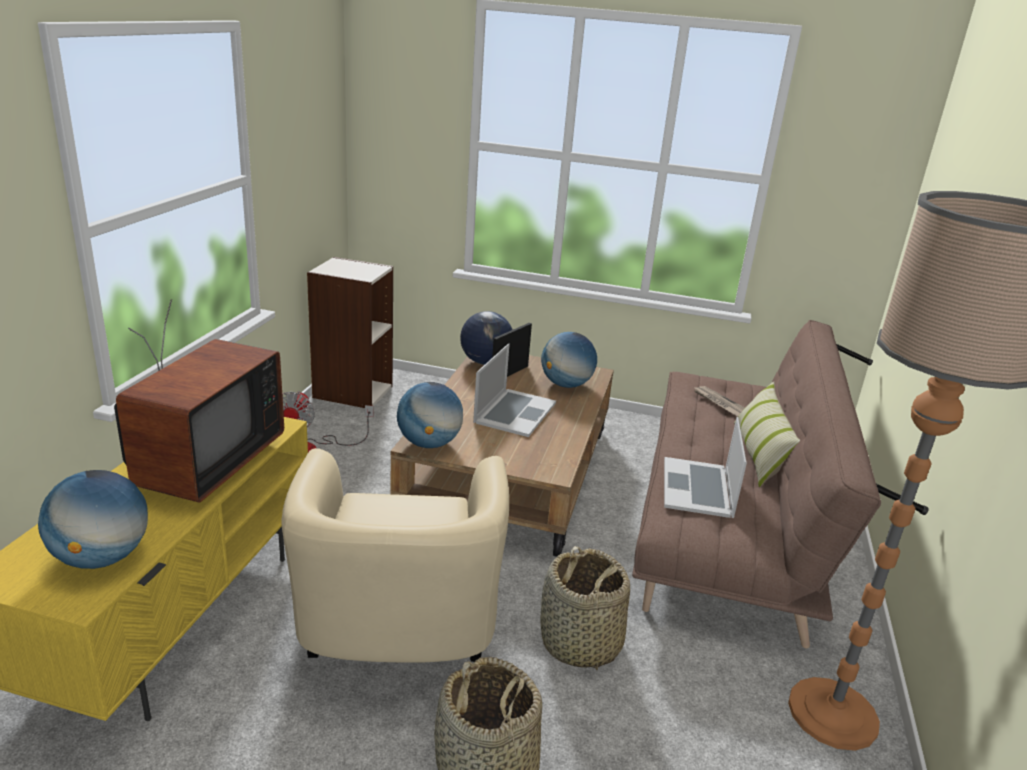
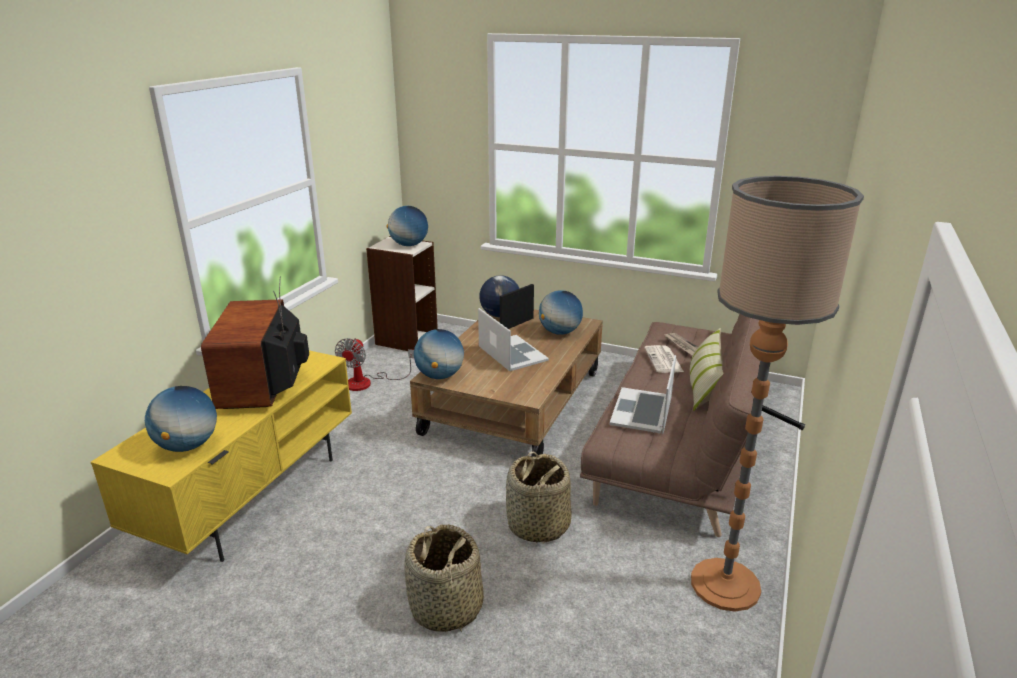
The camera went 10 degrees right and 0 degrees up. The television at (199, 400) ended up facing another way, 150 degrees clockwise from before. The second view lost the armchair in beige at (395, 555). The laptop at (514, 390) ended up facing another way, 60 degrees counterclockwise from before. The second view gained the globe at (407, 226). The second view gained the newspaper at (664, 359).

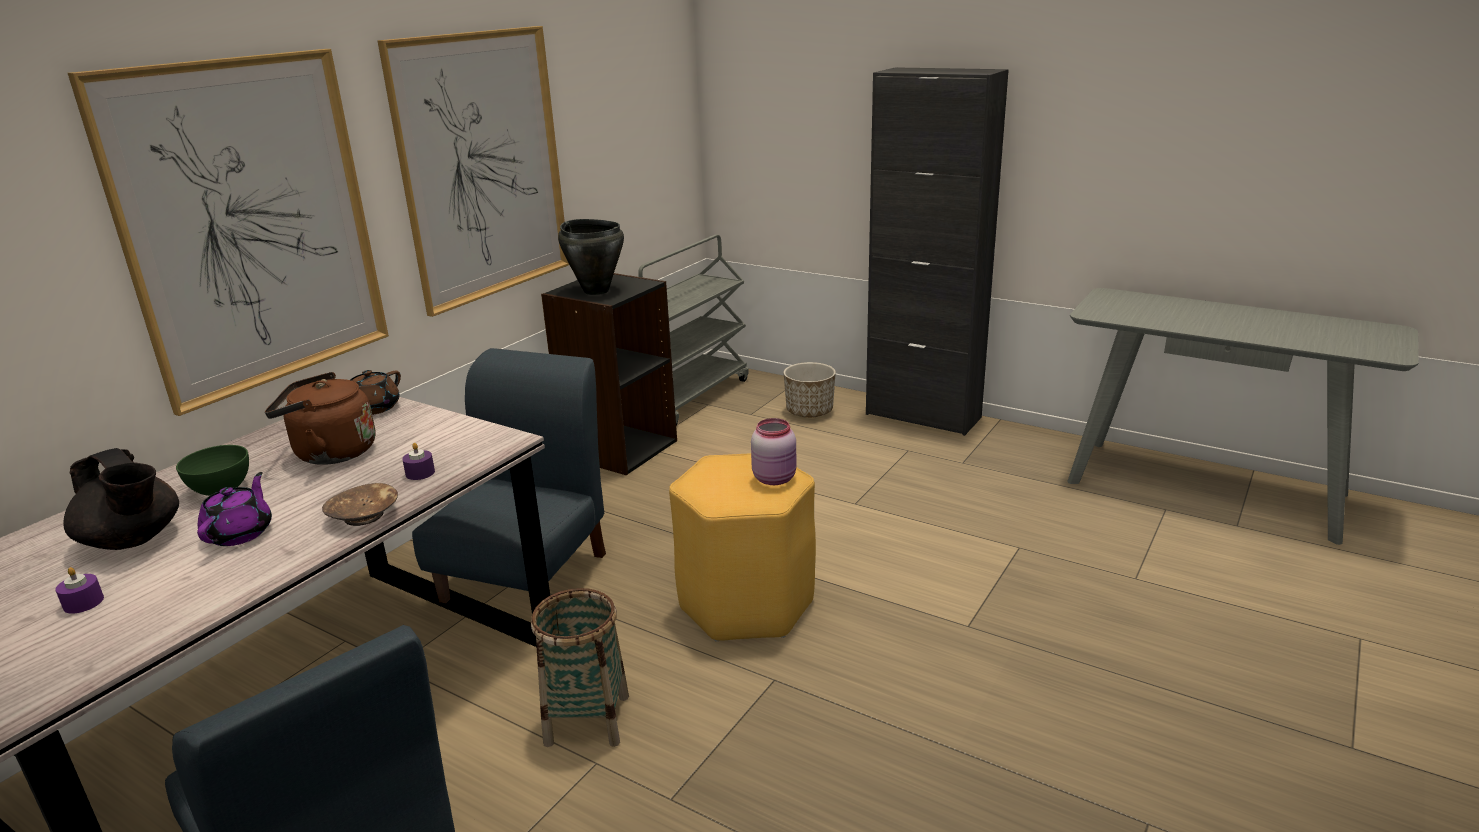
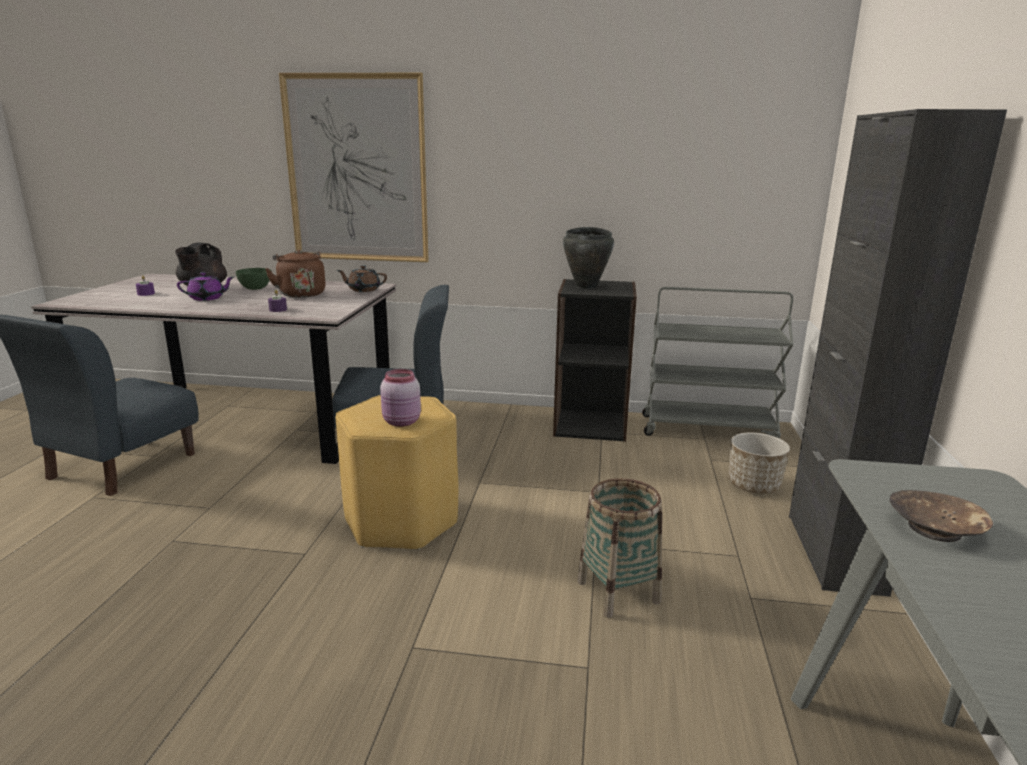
The camera went 65 degrees right and 5 degrees down. The bowl in brown ended up elsewhere, having gone from (360, 504) to (941, 516). The second view lost the picture at (473, 171). The basket ended up elsewhere, having gone from (580, 667) to (619, 548).

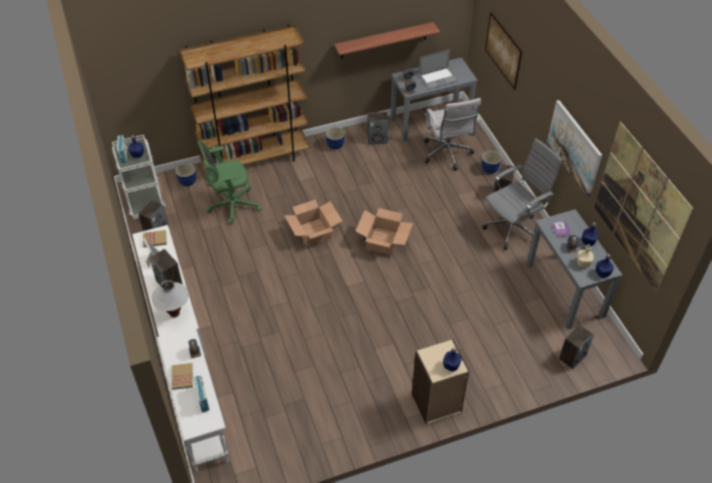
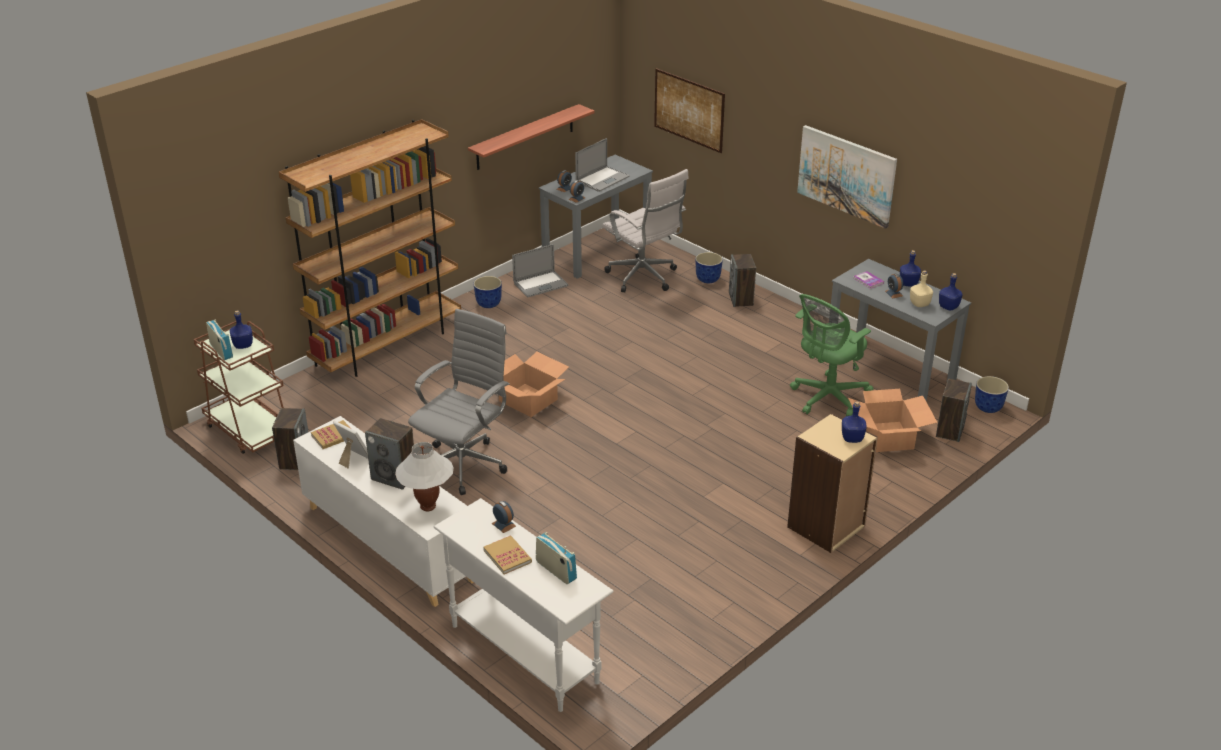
The camera went 25 degrees left and 15 degrees down. What was the cart in white at (138, 177) turned into the cart in brown at (238, 387). The planter ended up elsewhere, having gone from (185, 174) to (992, 394). The office chair in green ended up elsewhere, having gone from (230, 182) to (832, 355). The cardboard box ended up elsewhere, having gone from (384, 231) to (893, 420). Where the speaker stood at (377, 128), the laptop came to stand at (540, 270). The office chair in grey ended up elsewhere, having gone from (522, 194) to (459, 402). The second view lost the picture at (644, 206).

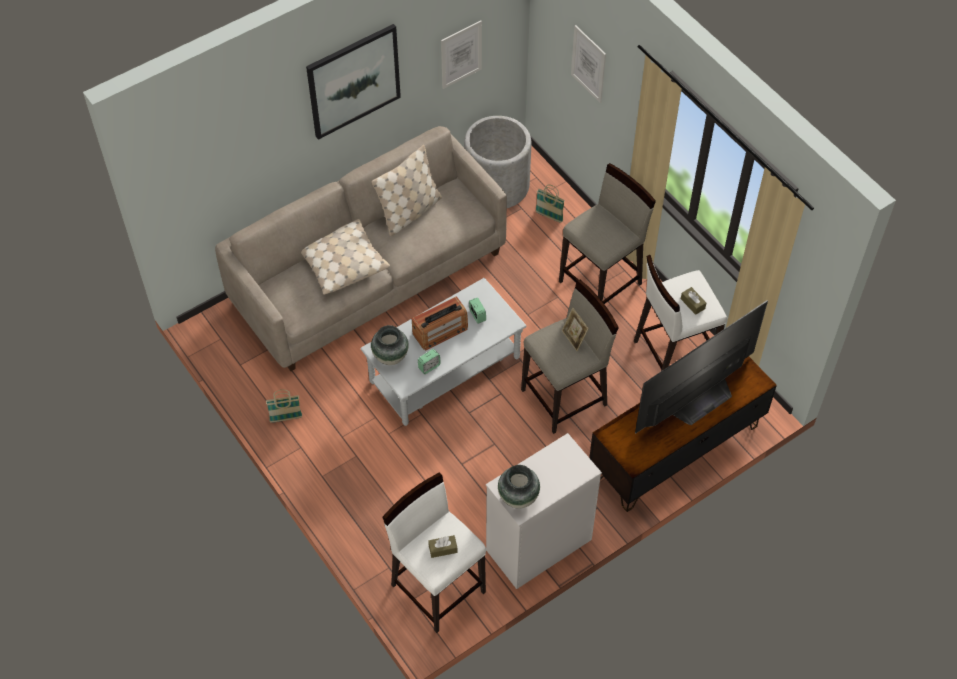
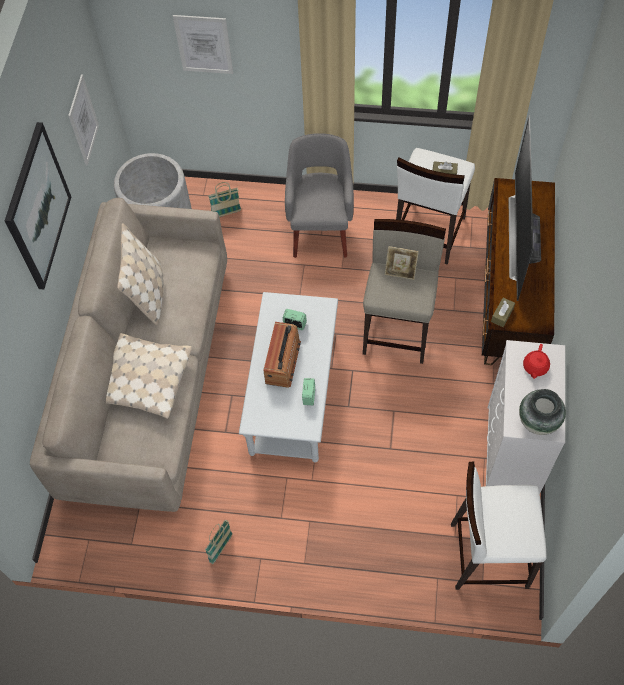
The camera went 45 degrees left and 5 degrees up. The second view lost the vase at (390, 345). The tissue box in brown ended up elsewhere, having gone from (443, 546) to (503, 312). Where the stool in beige stood at (607, 233), the armchair in grey came to stand at (319, 195). The second view gained the teapot in red at (536, 361).

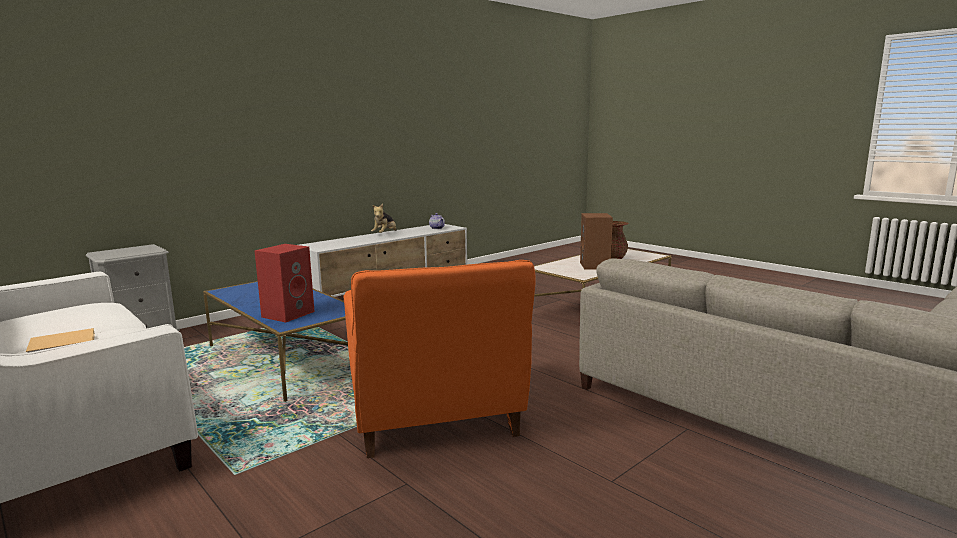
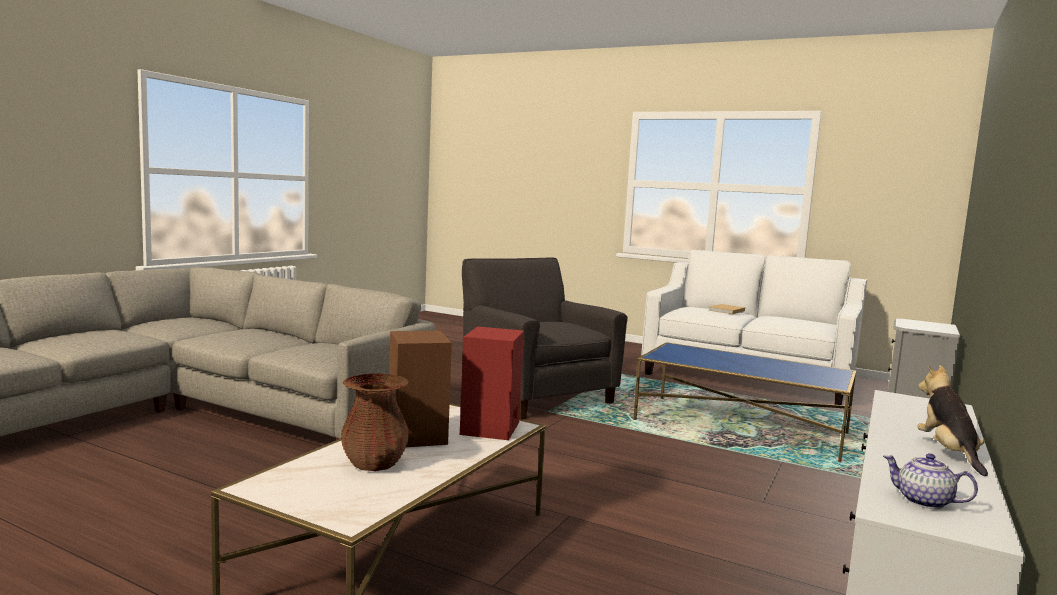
The camera went 160 degrees right and 5 degrees down. The speaker in red ended up elsewhere, having gone from (285, 283) to (492, 383). What was the armchair in orange at (439, 359) turned into the armchair in grey at (545, 338).

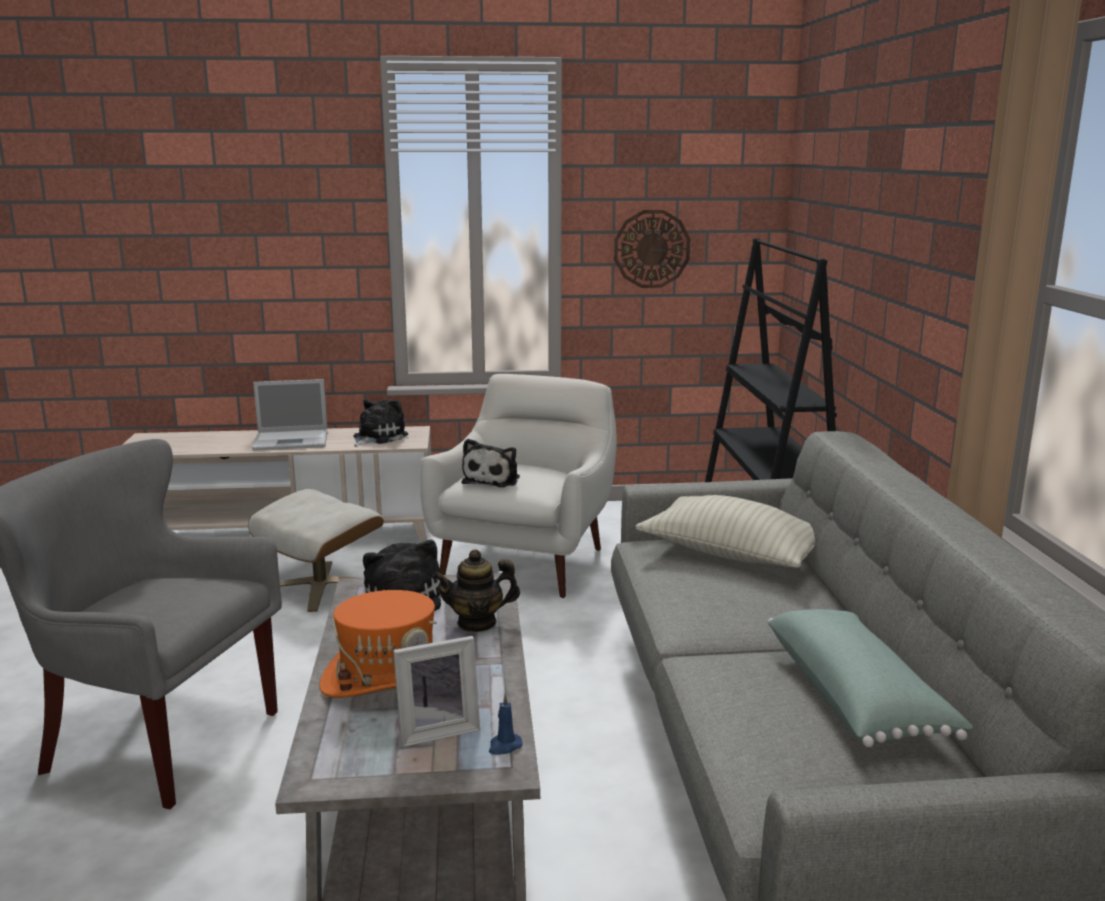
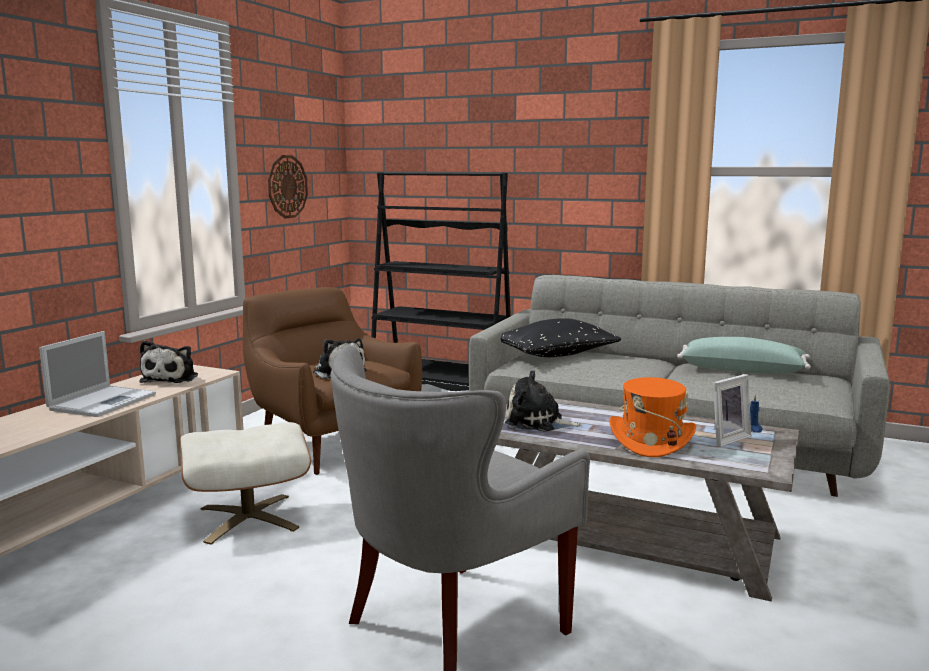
The camera went 60 degrees left and 5 degrees down. The plush toy at (380, 423) ended up facing another way, 150 degrees counterclockwise from before. The picture frame at (436, 691) ended up facing another way, 45 degrees clockwise from before. What was the armchair in white at (518, 486) turned into the armchair in brown at (332, 381). The second view lost the teapot at (476, 590). What was the pillow in beige at (725, 531) turned into the pillow in black at (561, 337).

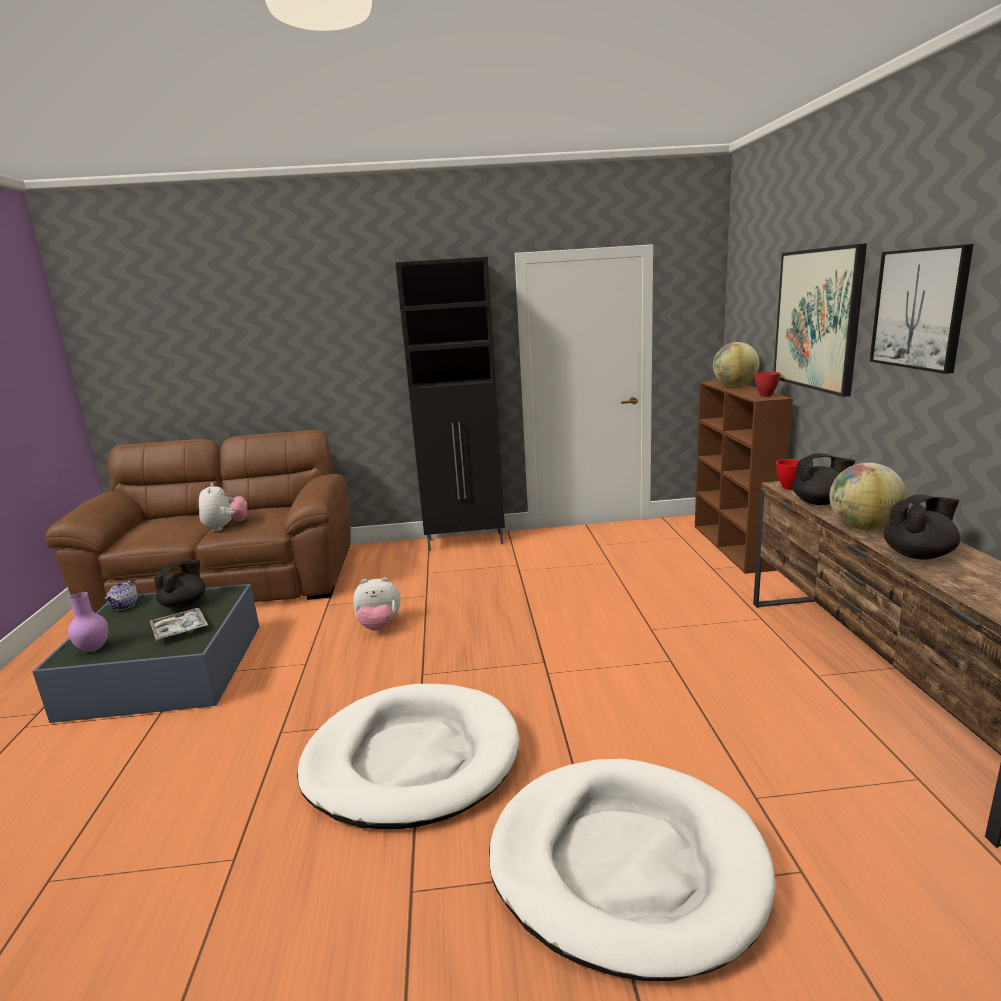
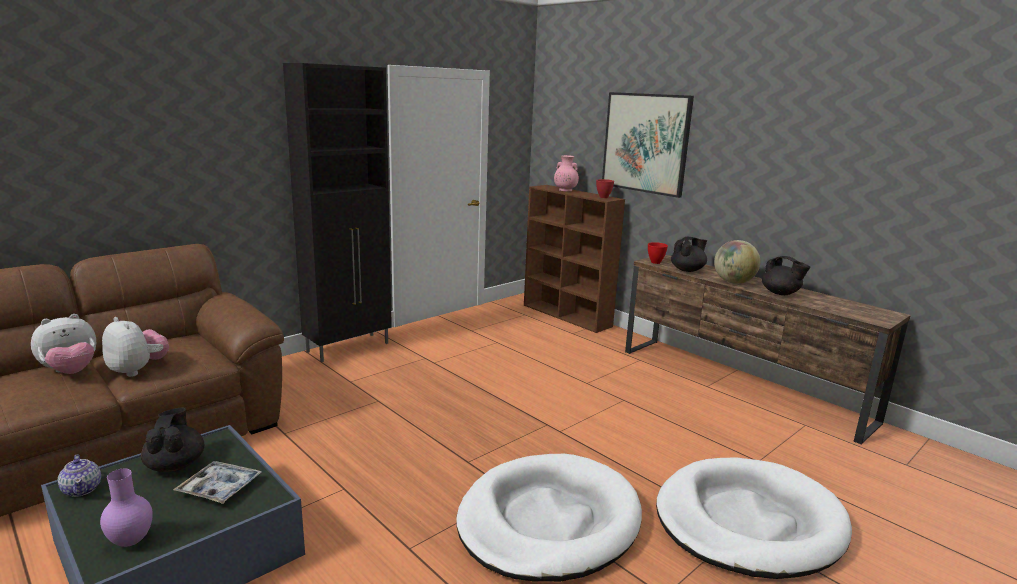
The camera went 40 degrees left and 0 degrees up. The plush toy ended up elsewhere, having gone from (377, 604) to (63, 344). Where the globe stood at (736, 364), the vase in pink came to stand at (566, 173). The second view lost the picture at (921, 309). The teapot in black at (921, 526) ended up facing another way, 105 degrees clockwise from before.

